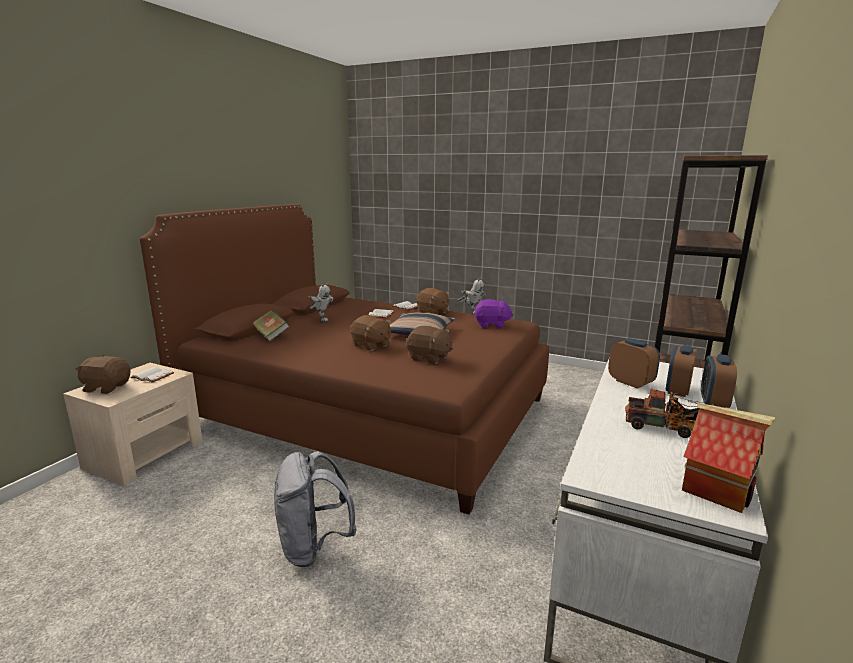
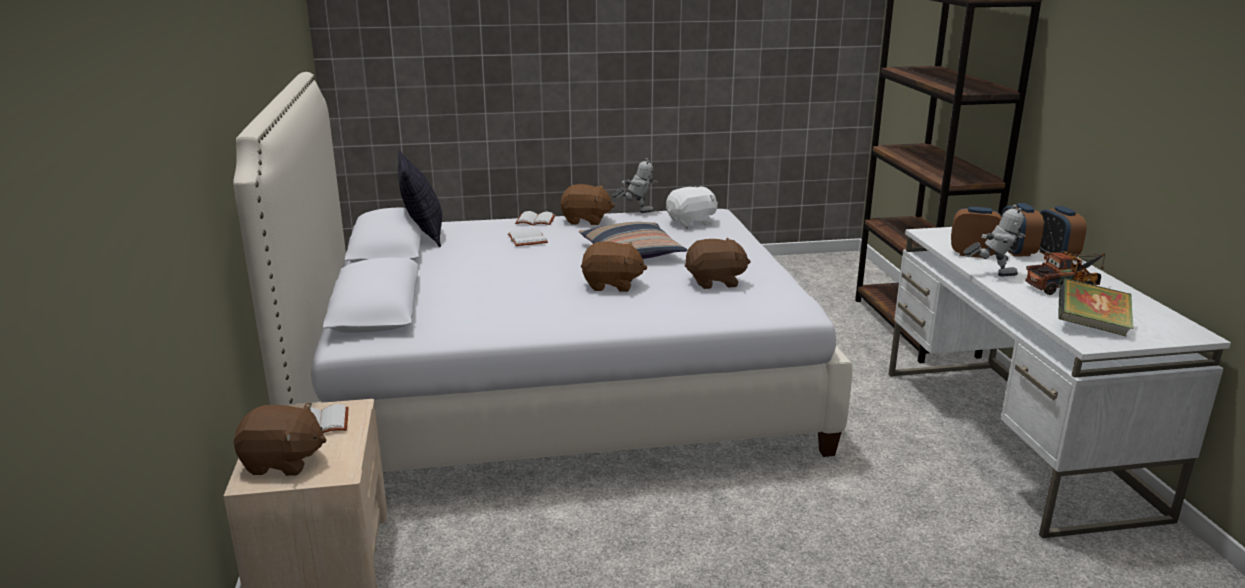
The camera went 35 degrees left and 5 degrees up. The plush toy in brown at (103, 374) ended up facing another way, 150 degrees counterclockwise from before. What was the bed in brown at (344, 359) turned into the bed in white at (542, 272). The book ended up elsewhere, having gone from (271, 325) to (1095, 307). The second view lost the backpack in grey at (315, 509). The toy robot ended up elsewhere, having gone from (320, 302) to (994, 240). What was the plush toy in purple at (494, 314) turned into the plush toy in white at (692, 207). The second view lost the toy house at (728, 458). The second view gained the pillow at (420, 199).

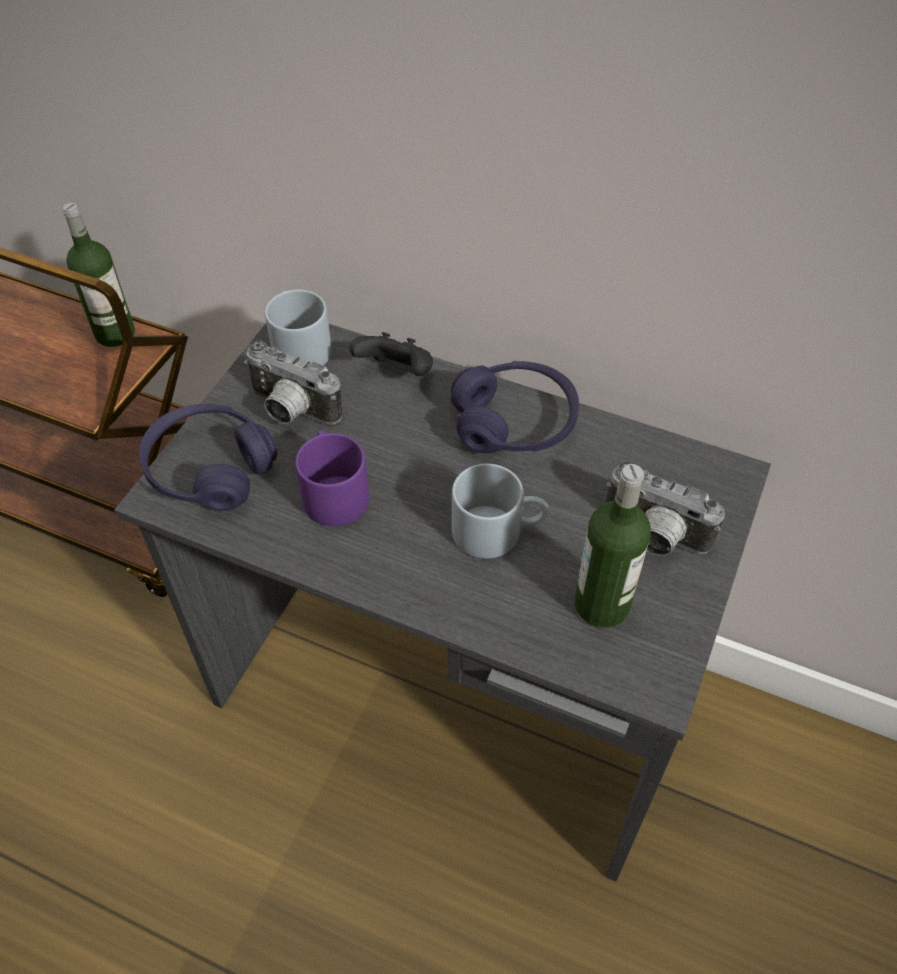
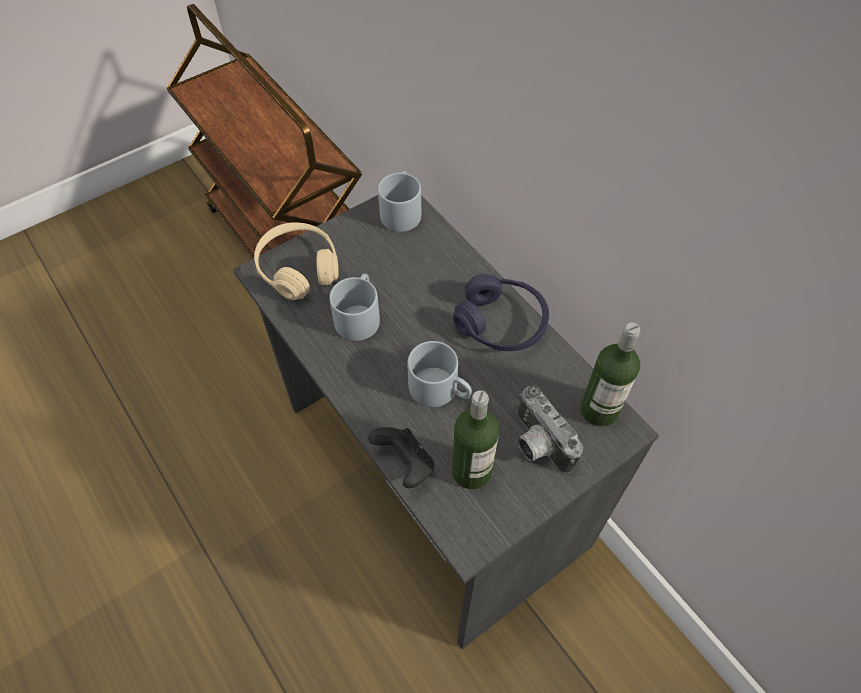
The camera went 30 degrees right and 5 degrees up. The bottle ended up elsewhere, having gone from (99, 275) to (610, 375). What was the headphones in purple at (208, 457) turned into the headphones in beige at (296, 261). The second view lost the photo camera at (293, 382). What was the mug in purple at (332, 477) turned into the mug in grey at (354, 307). The game controller in black ended up elsewhere, having gone from (391, 354) to (401, 457).

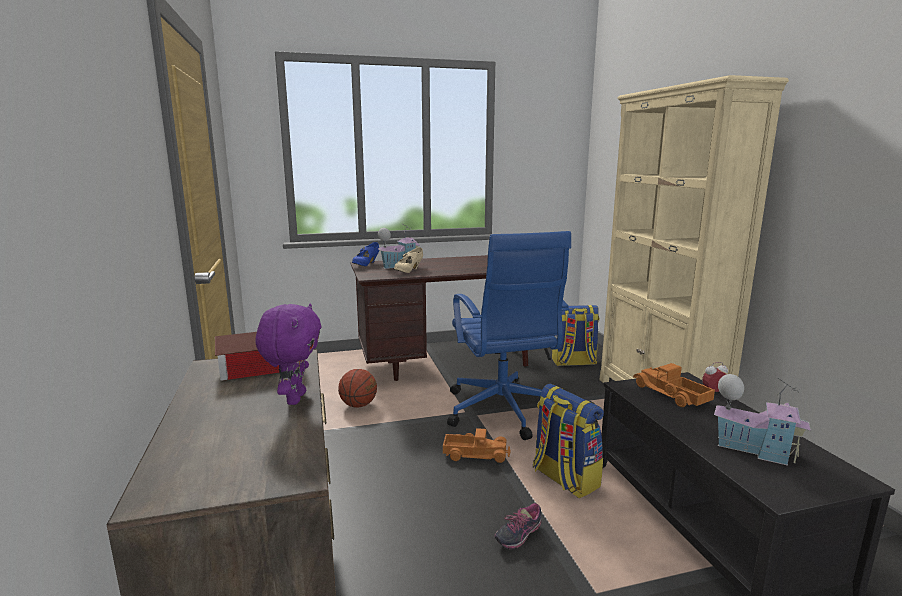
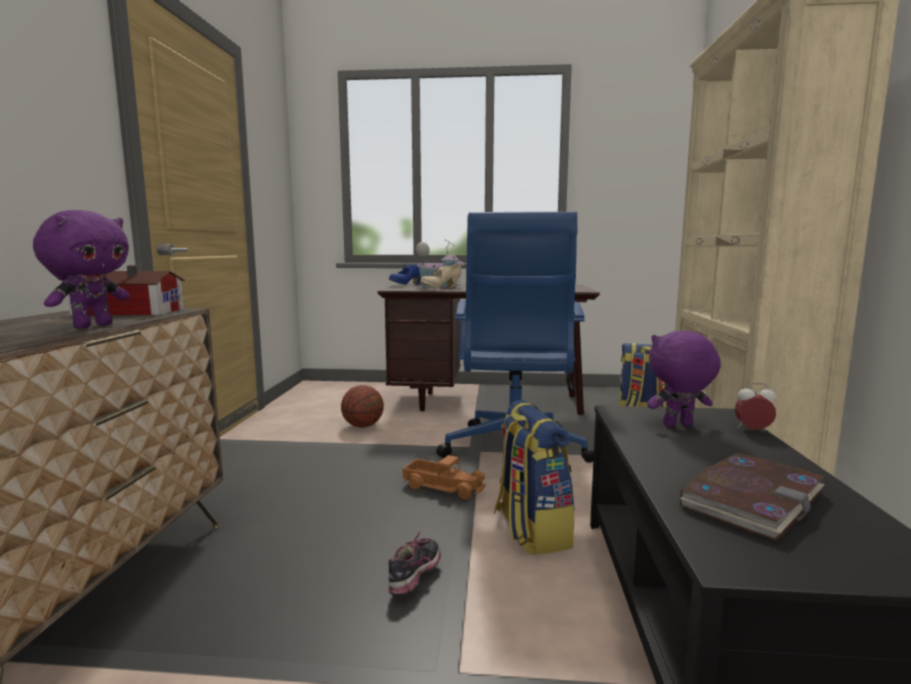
The camera went 20 degrees right and 5 degrees down. The shoe at (517, 526) ended up facing another way, 135 degrees clockwise from before. Where the toy truck stood at (674, 385), the plush toy in purple came to stand at (684, 379). Where the toy house stood at (762, 420), the book came to stand at (752, 497).

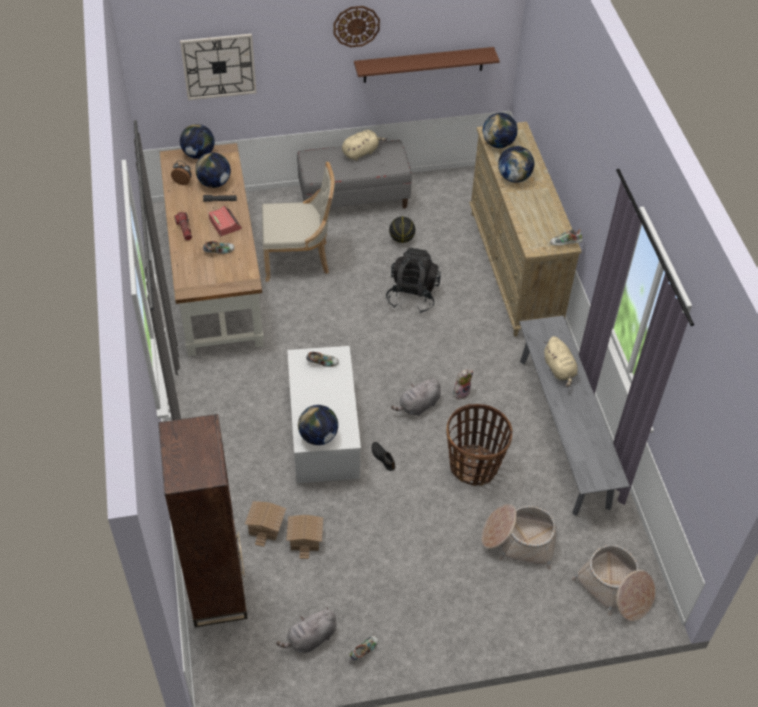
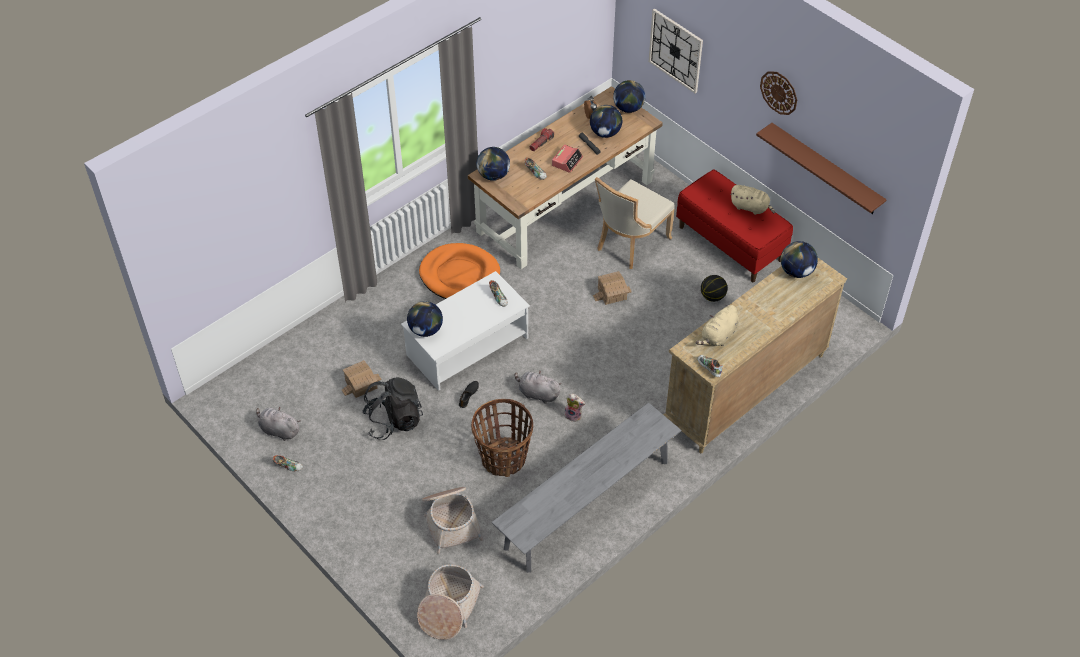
The camera went 60 degrees right and 0 degrees up. The second view lost the bookcase in brown at (203, 520). The toy house ended up elsewhere, having gone from (265, 524) to (612, 288). The chair in beige at (298, 222) ended up facing another way, 75 degrees clockwise from before. What was the bench in grey at (354, 174) turned into the bench in red at (734, 226). The backpack in black ended up elsewhere, having gone from (413, 280) to (392, 408). The globe ended up elsewhere, having gone from (516, 164) to (493, 164). The plush toy in beige ended up elsewhere, having gone from (561, 361) to (717, 325). The second view gained the dog bed in orange at (459, 271).

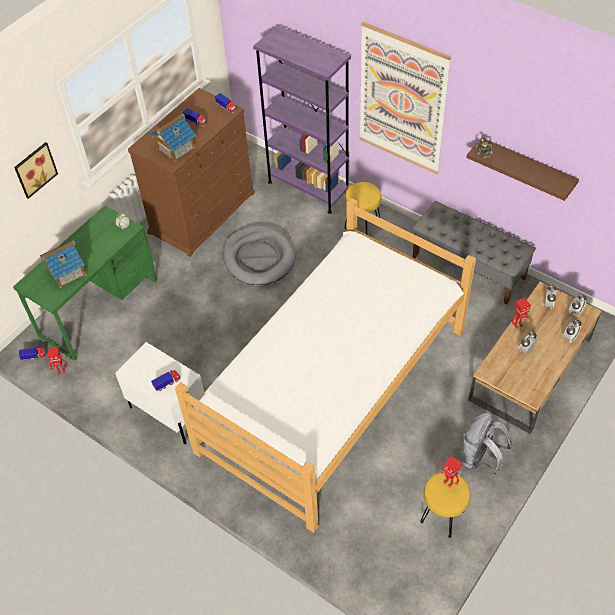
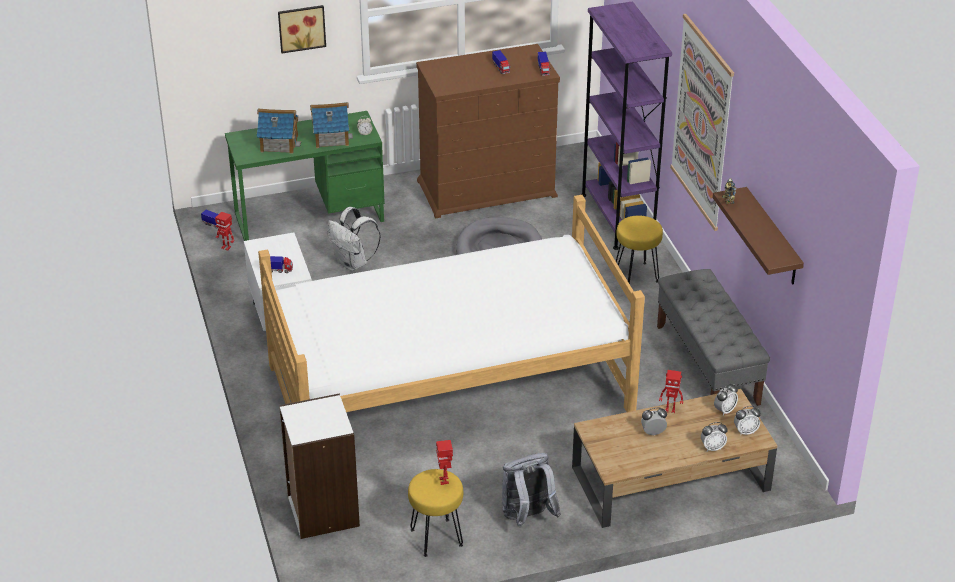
The camera went 35 degrees right and 15 degrees down. The toy house ended up elsewhere, having gone from (173, 137) to (331, 125). The second view gained the bookcase in white at (319, 466). The second view gained the backpack in white at (354, 239).

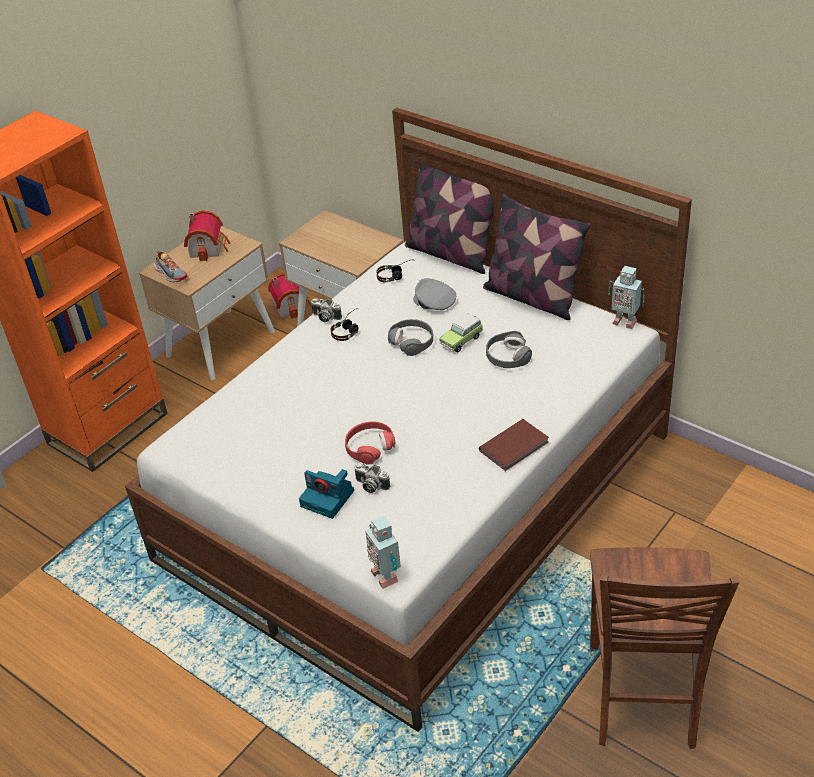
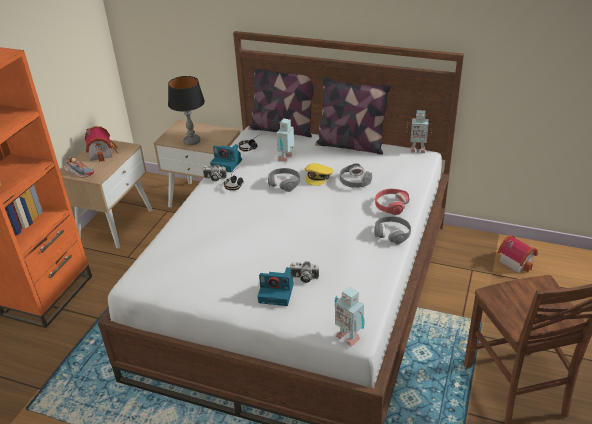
The camera went 20 degrees left and 5 degrees down. The toy house ended up elsewhere, having gone from (290, 296) to (518, 254). The headphones in red ended up elsewhere, having gone from (370, 443) to (392, 202). Where the cap in grey stood at (434, 294), the toy robot came to stand at (285, 140). Where the toy car stood at (461, 333), the cap in yellow came to stand at (319, 174). Where the book in brown stood at (514, 445), the headphones in grey came to stand at (392, 230). The second view gained the table lamp at (186, 110). The second view gained the photo camera at (226, 158).

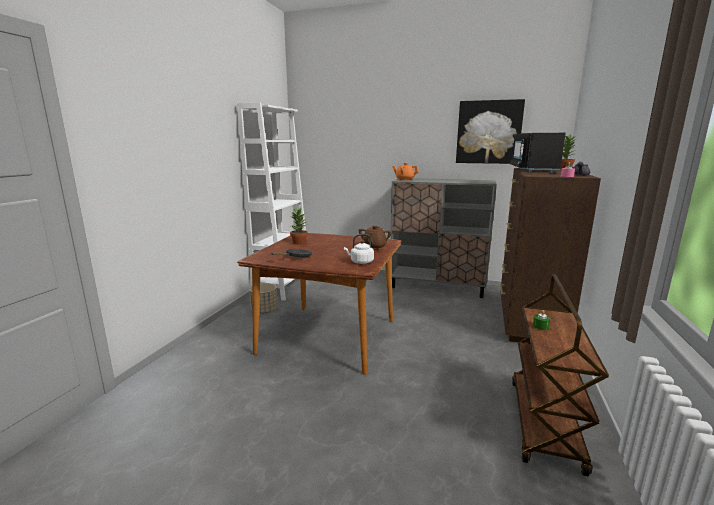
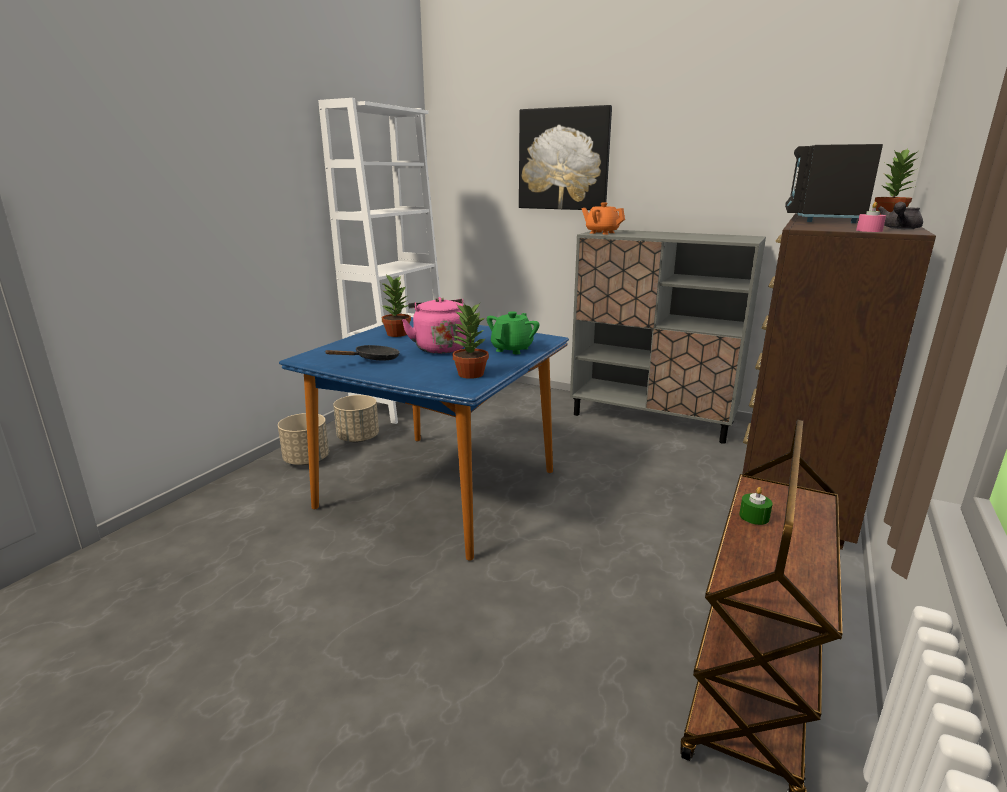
The camera went 10 degrees right and 5 degrees up. What was the dining table in brown at (319, 304) turned into the dining table in blue at (424, 439). Where the kettle in white stood at (359, 249), the potted plant came to stand at (470, 341). What was the teapot in brown at (375, 238) turned into the teapot in green at (513, 332). The picture ended up elsewhere, having gone from (490, 131) to (565, 157). The second view gained the planter in beige at (303, 439). The second view gained the kettle in pink at (434, 325).

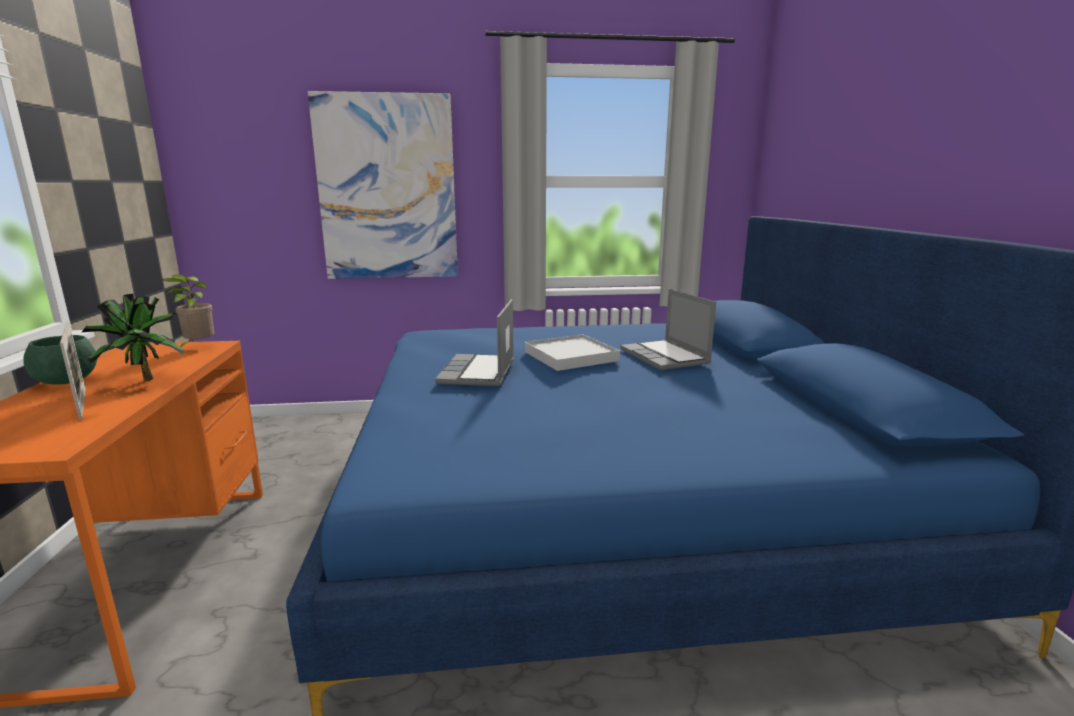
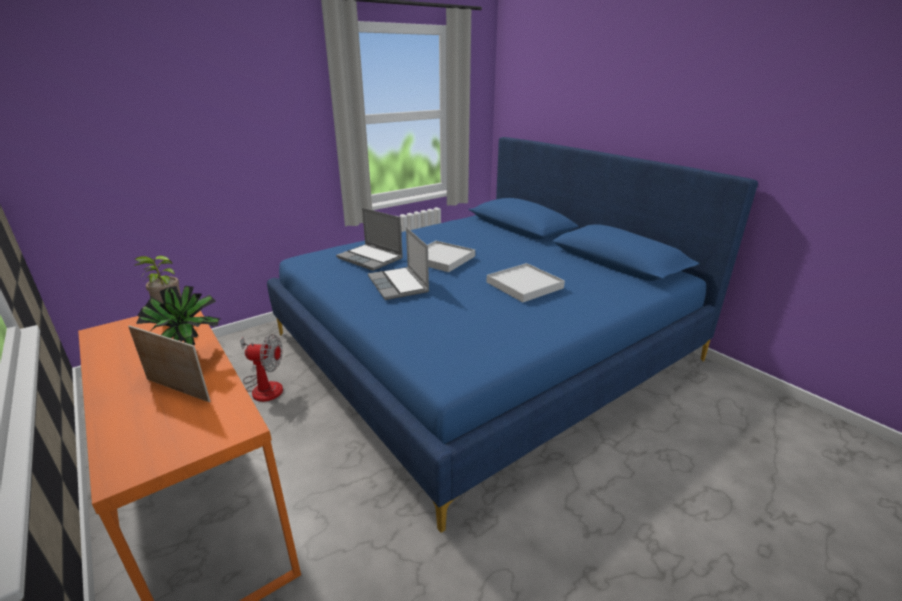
The camera went 30 degrees left and 10 degrees up. The second view lost the bowl in green at (60, 360). The second view lost the picture at (383, 185). The laptop ended up elsewhere, having gone from (668, 329) to (369, 239). The second view gained the fan at (261, 368). The second view gained the tray in white at (526, 282).

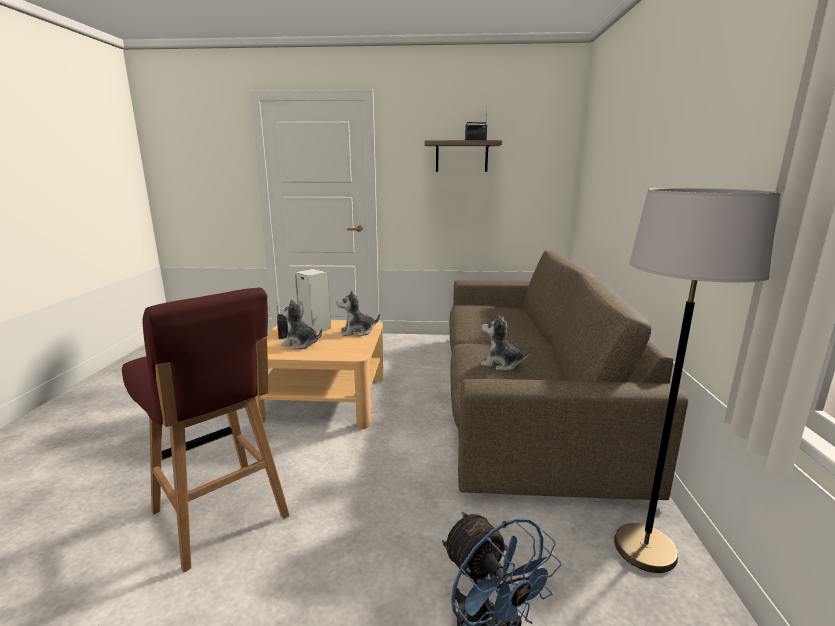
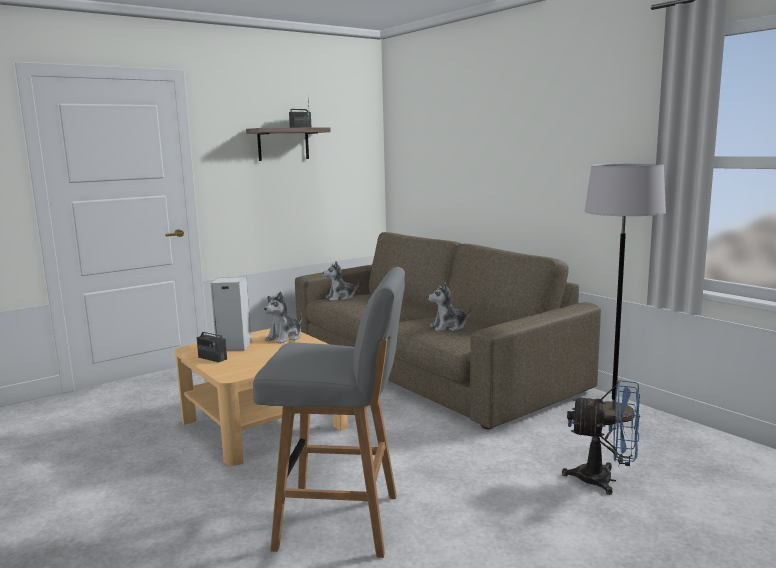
The camera went 40 degrees left and 5 degrees down. What was the stool in red at (206, 430) turned into the stool in grey at (329, 412). The plush toy ended up elsewhere, having gone from (301, 324) to (341, 281).

